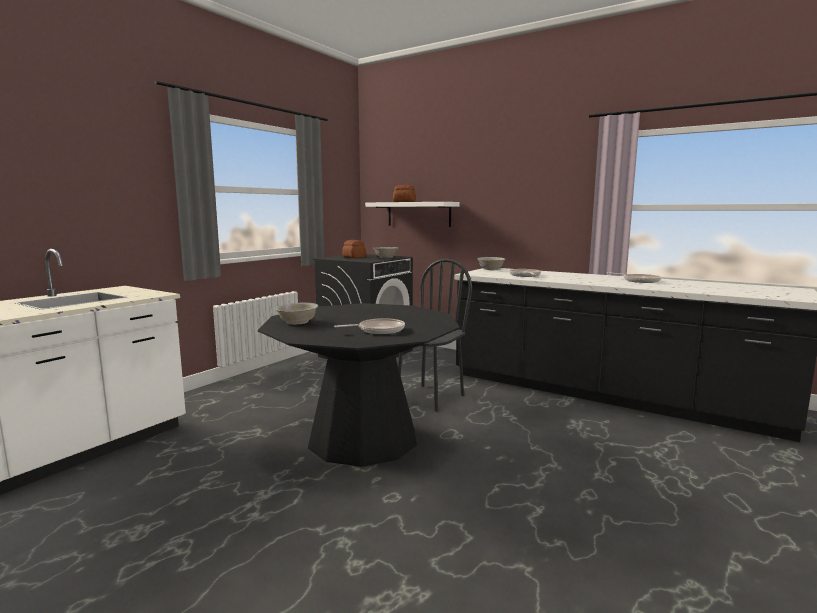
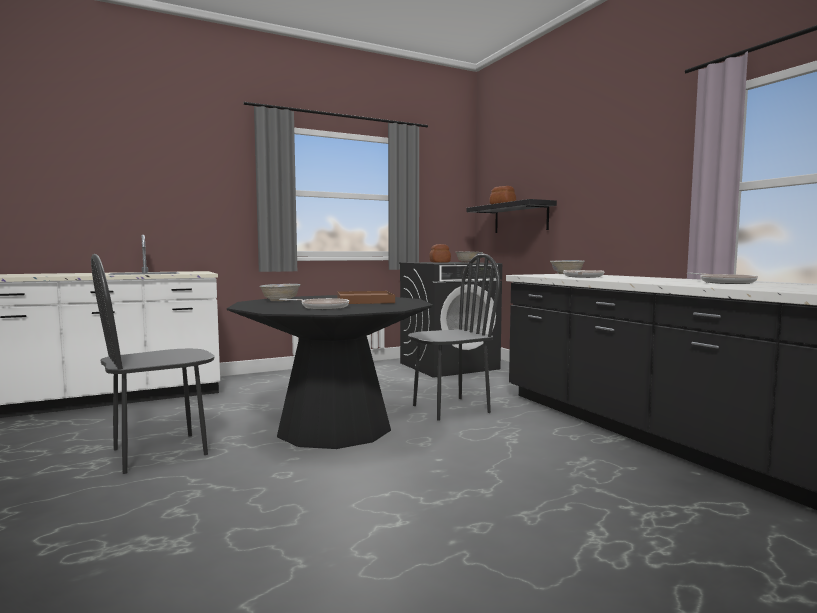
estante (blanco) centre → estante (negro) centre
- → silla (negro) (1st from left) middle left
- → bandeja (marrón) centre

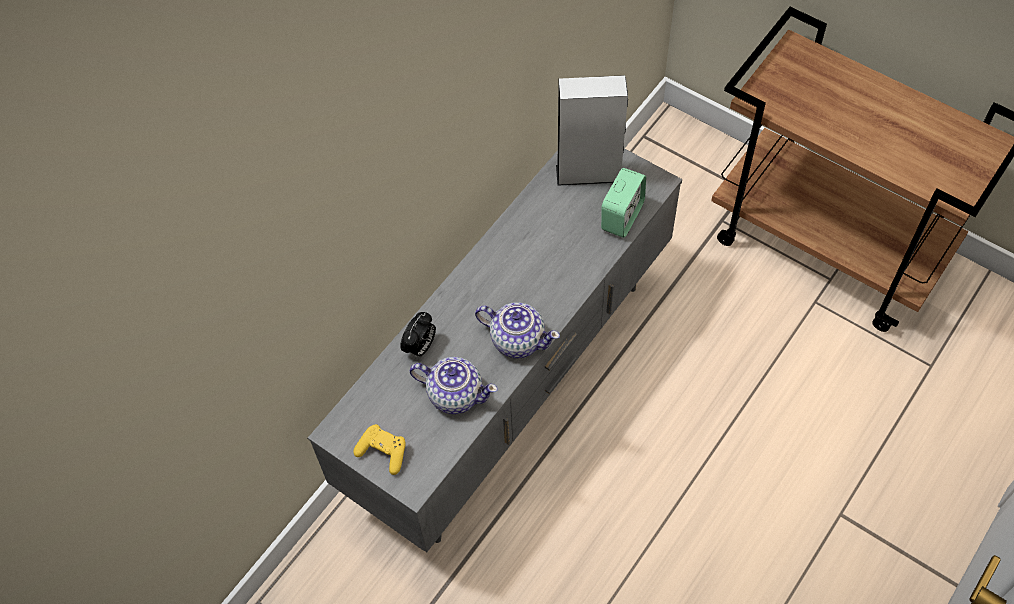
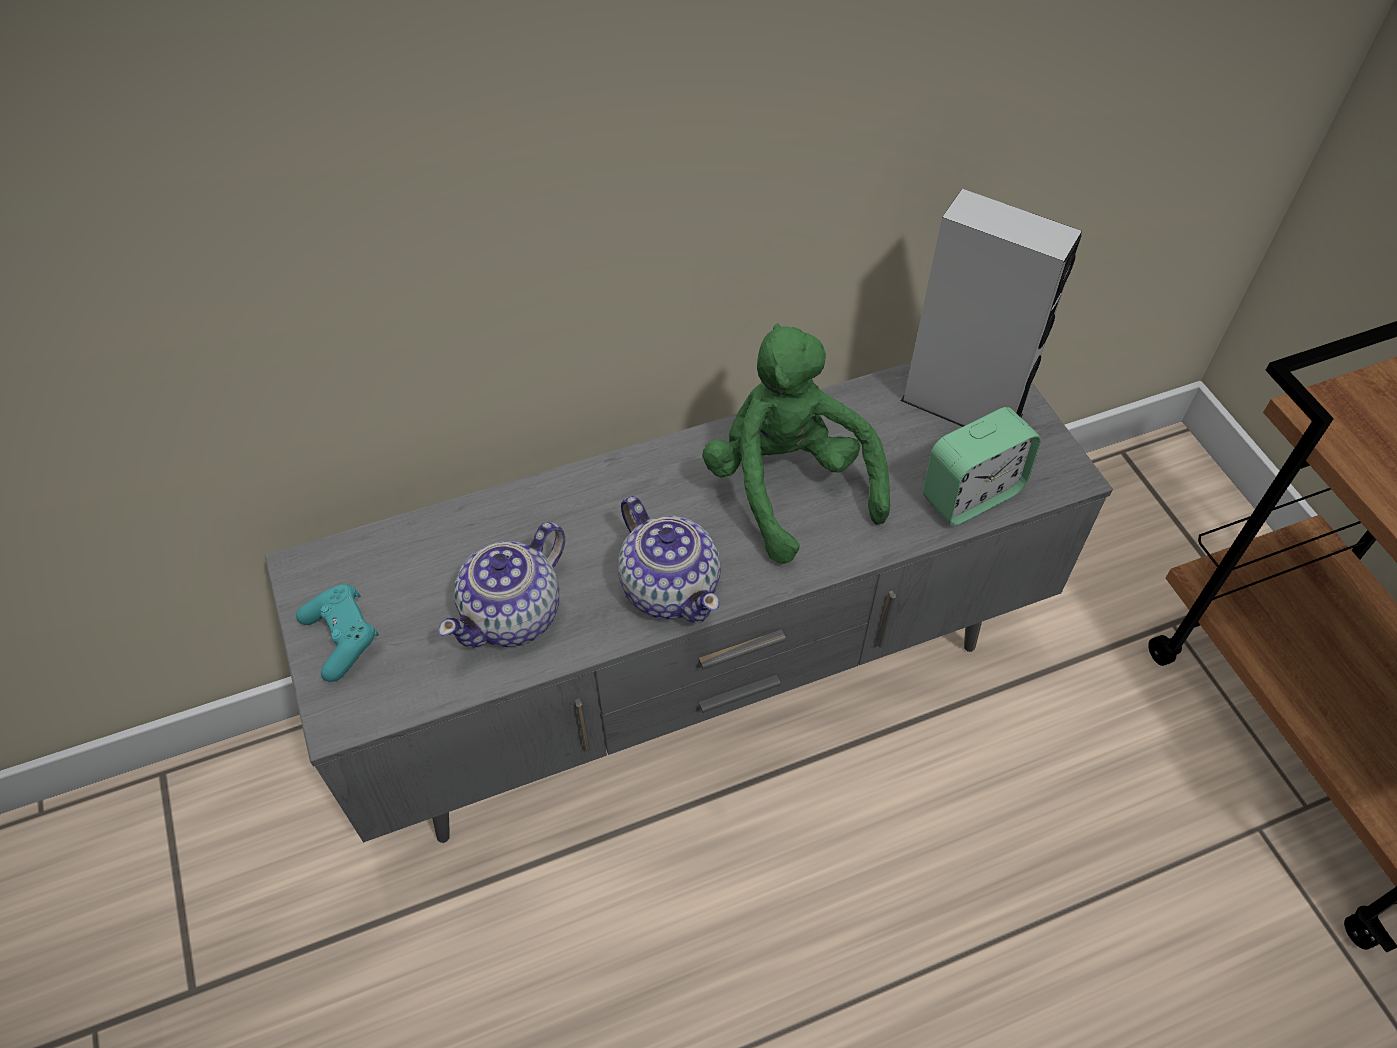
despertador (1st from left) centre → -
tetera (1st from left) centre, 75 degrees clockwise
mando de consola (amarillo) bottom centre → mando de consola (turquesa) middle left
- → peluche (verde) centre

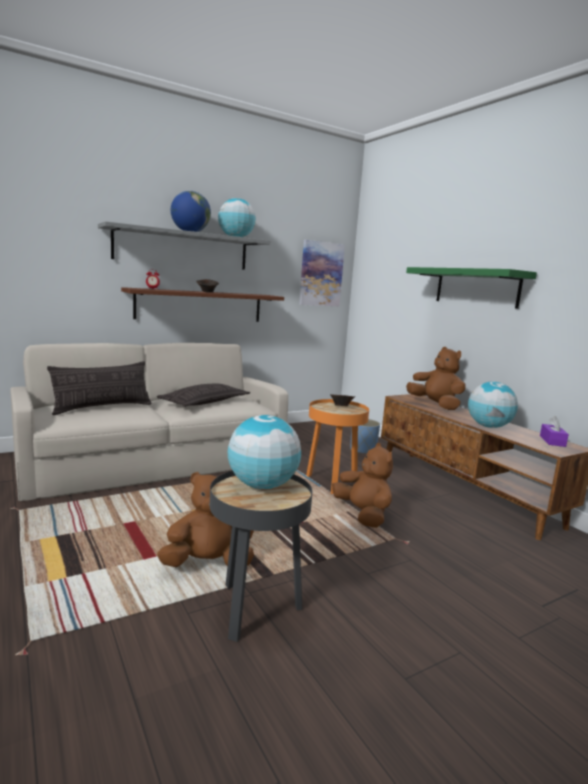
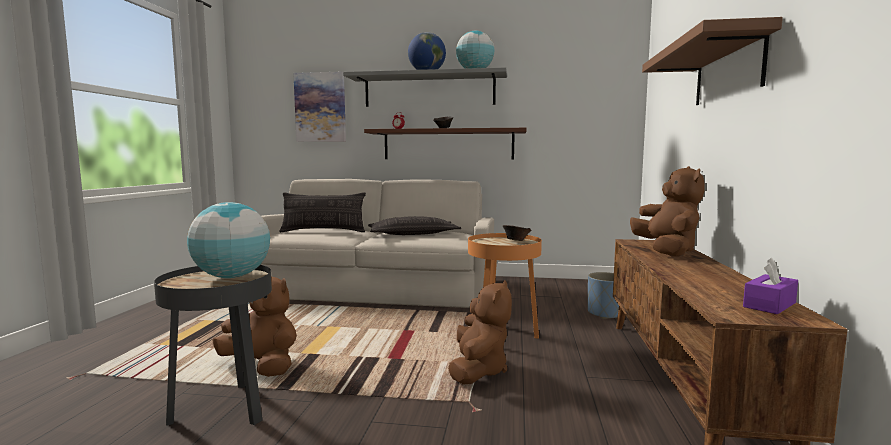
cuadro centre → cuadro top centre, move
estante (verde) middle right → estante (marrón) (2nd from left) top right
globo terráqueo (4th from left) middle right → -

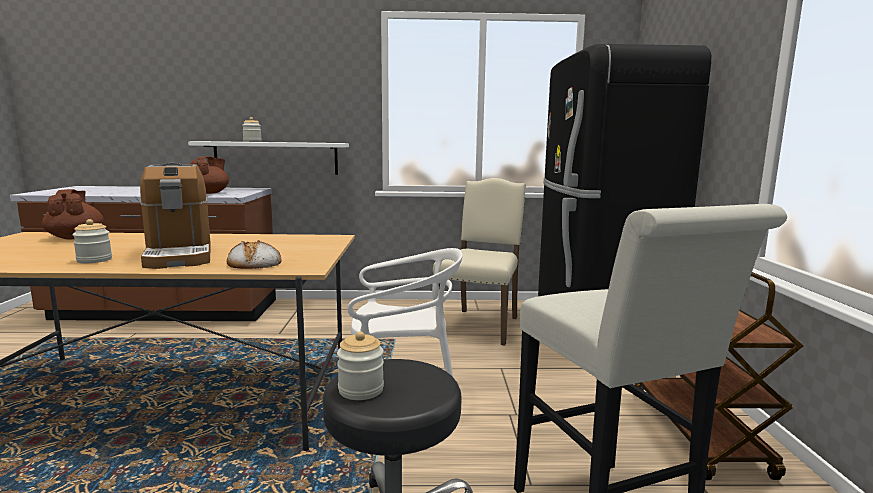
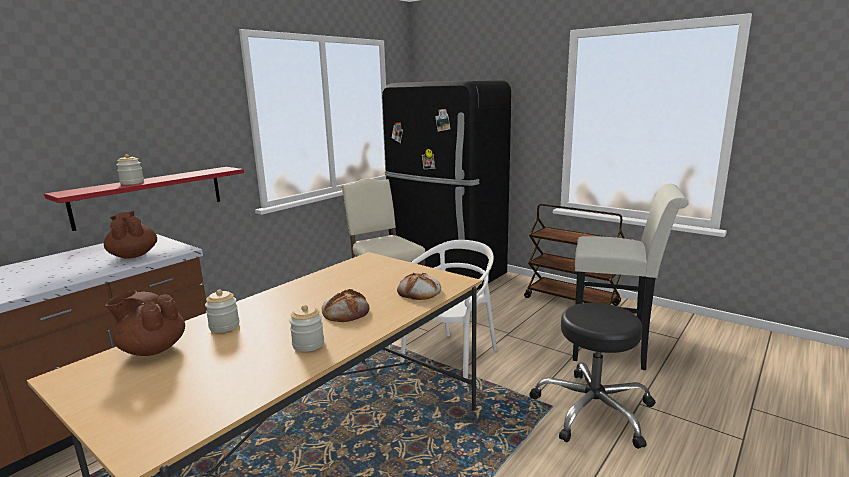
estante (blanco) top left → estante (rojo) middle left
cafetera middle left → pan (1st from left) centre
tarro (3rd from left in the first image) bottom centre → tarro (2nd from left) middle left, move

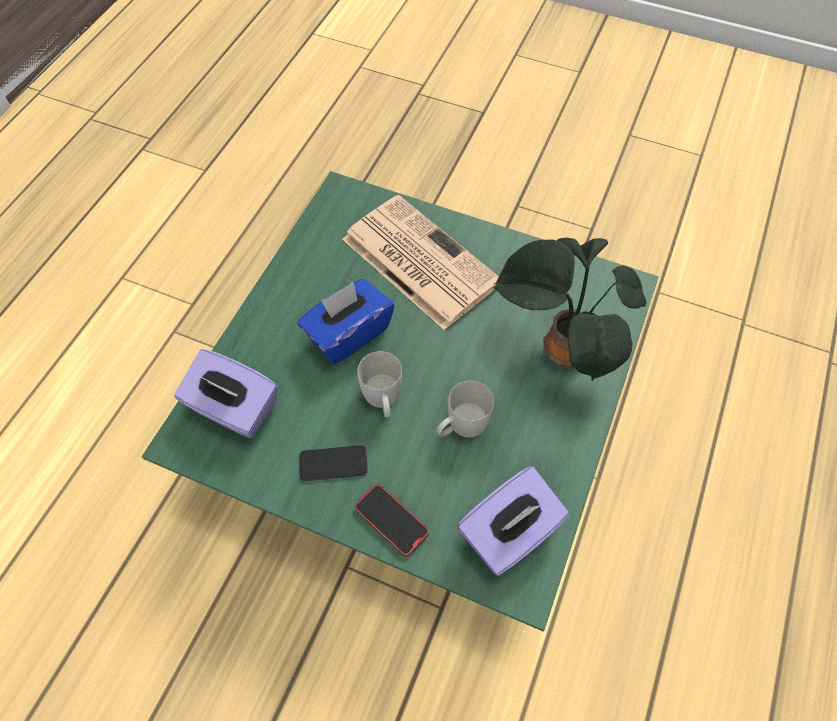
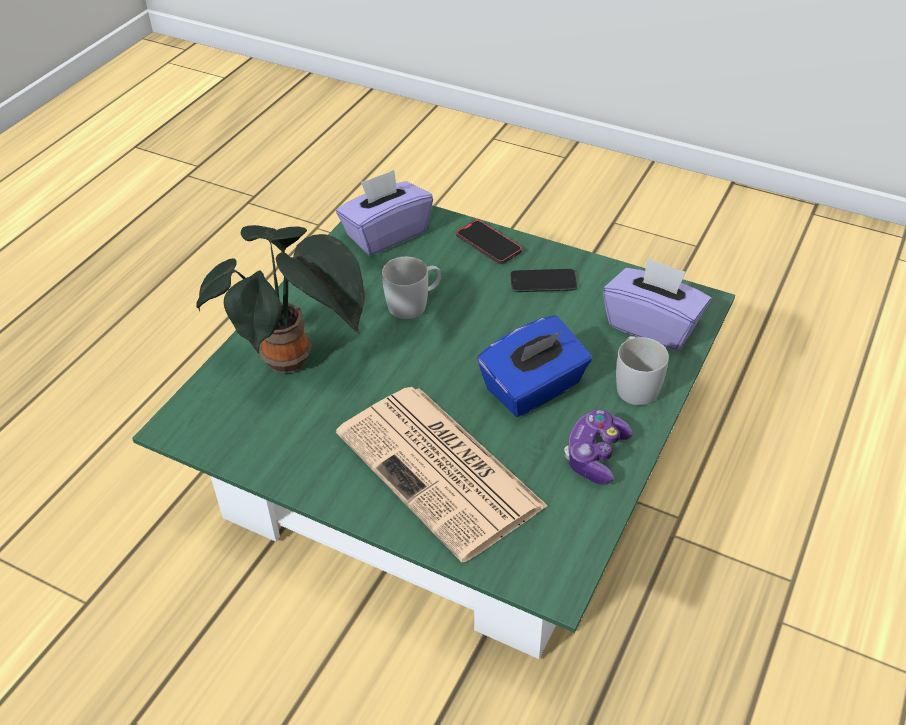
taza grande (blanco) (1st from left in the first image) centre → taza grande (blanco) (2nd from left) middle right, move
- → mando de consola centre

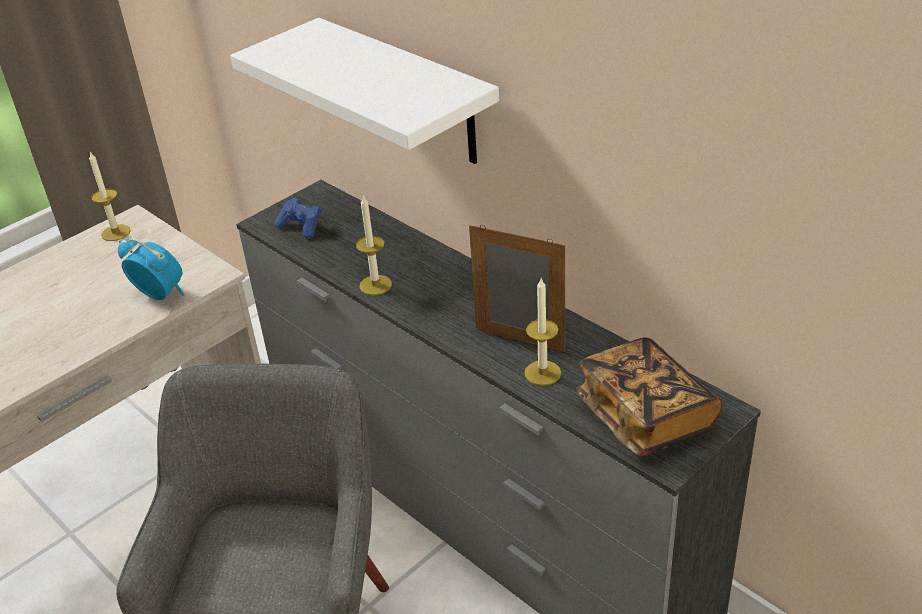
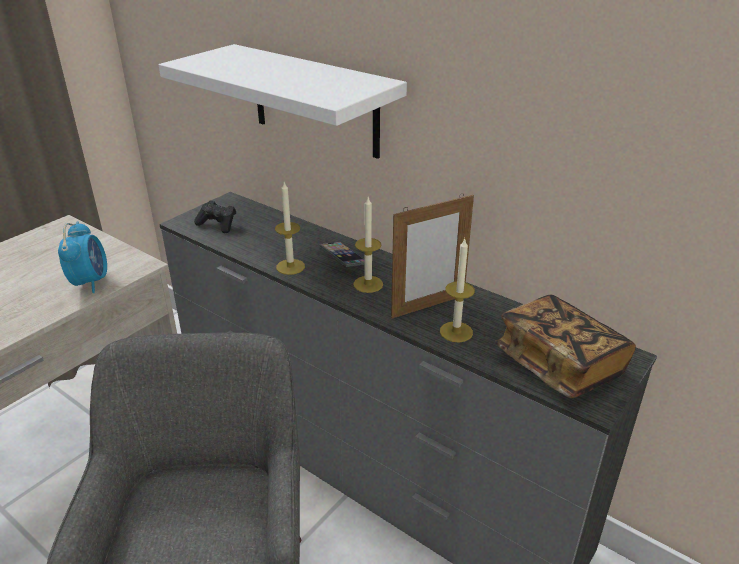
vela (1st from left in the first image) top left → vela (2nd from left) centre, move
mando de consola (azul) middle left → mando de consola (negro) middle left
portarretratos centre, 135 degrees clockwise
despertador middle left, 60 degrees clockwise
- → móvil centre

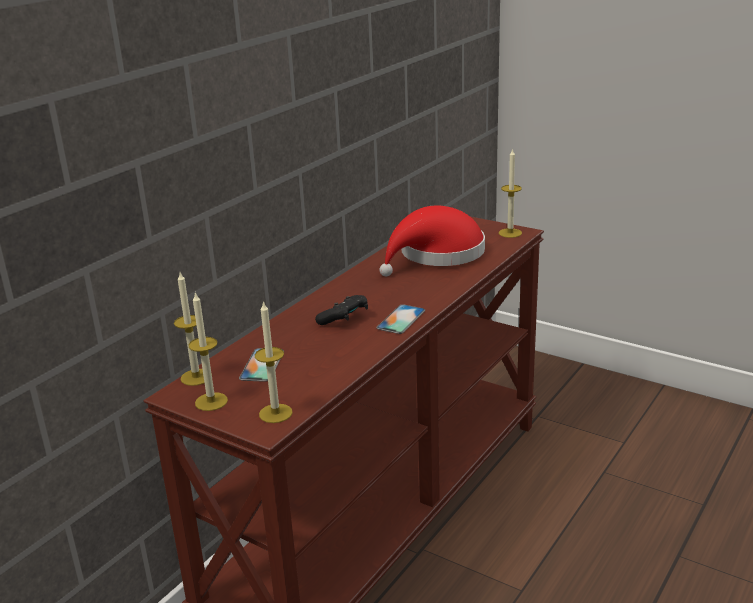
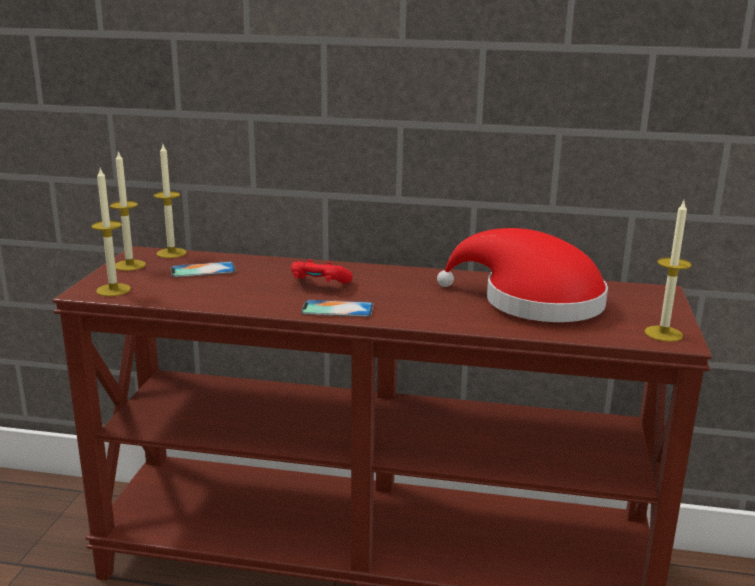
mando de consola (negro) centre → mando de consola (rojo) centre

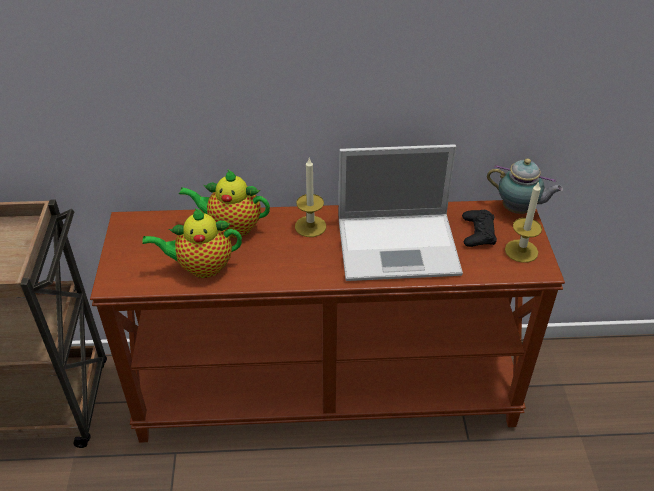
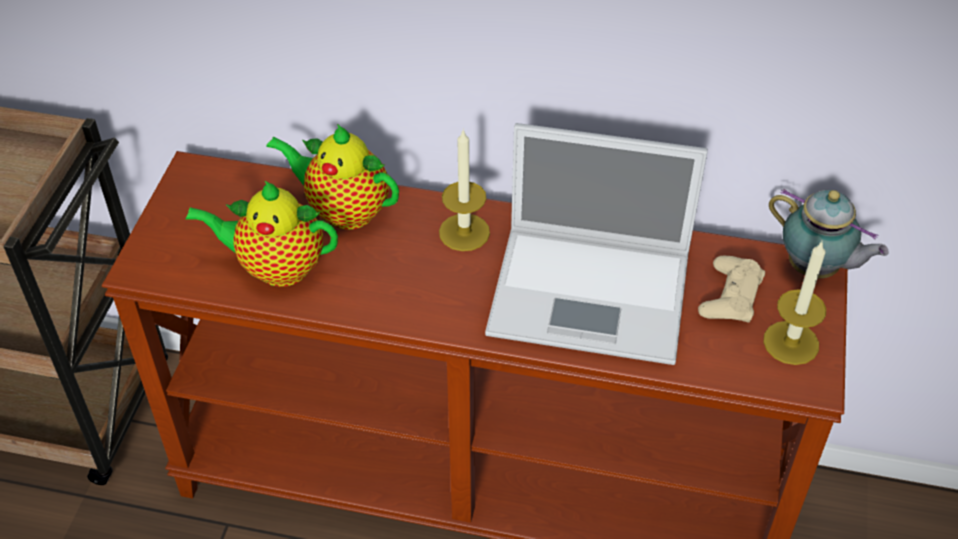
mando de consola (negro) middle right → mando de consola (beis) middle right

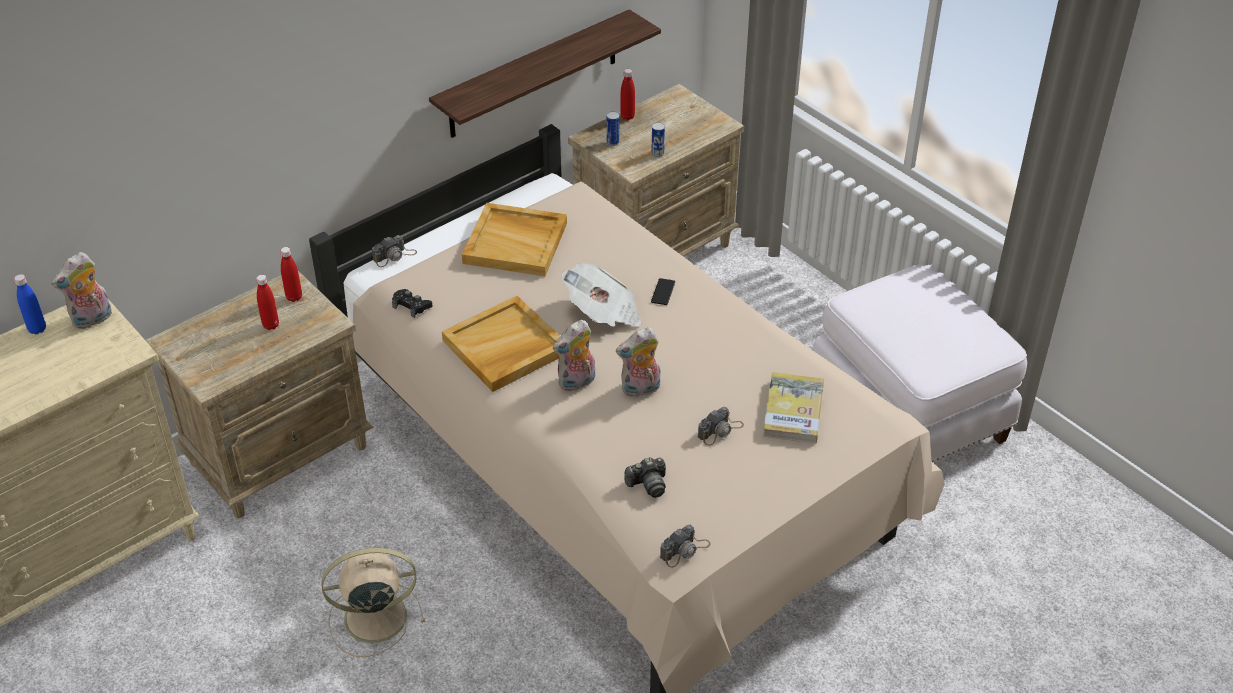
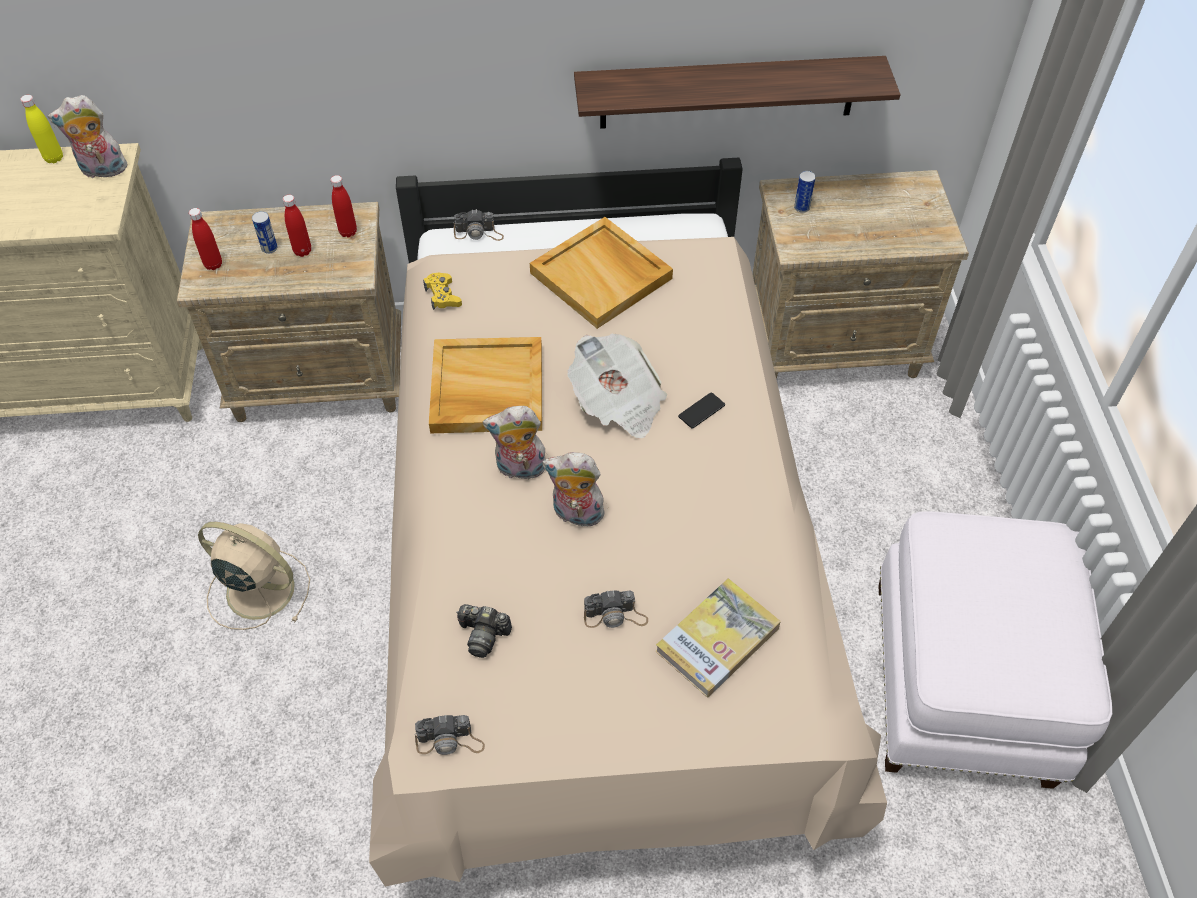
botella (rojo) (3rd from left in the first image) top centre → botella (rojo) (1st from left) top left, move
lata (2nd from left in the first image) top centre → lata (1st from left) top left, move
botella (azul) middle left → botella (amarillo) top left
mando de consola (negro) centre → mando de consola (amarillo) top centre

